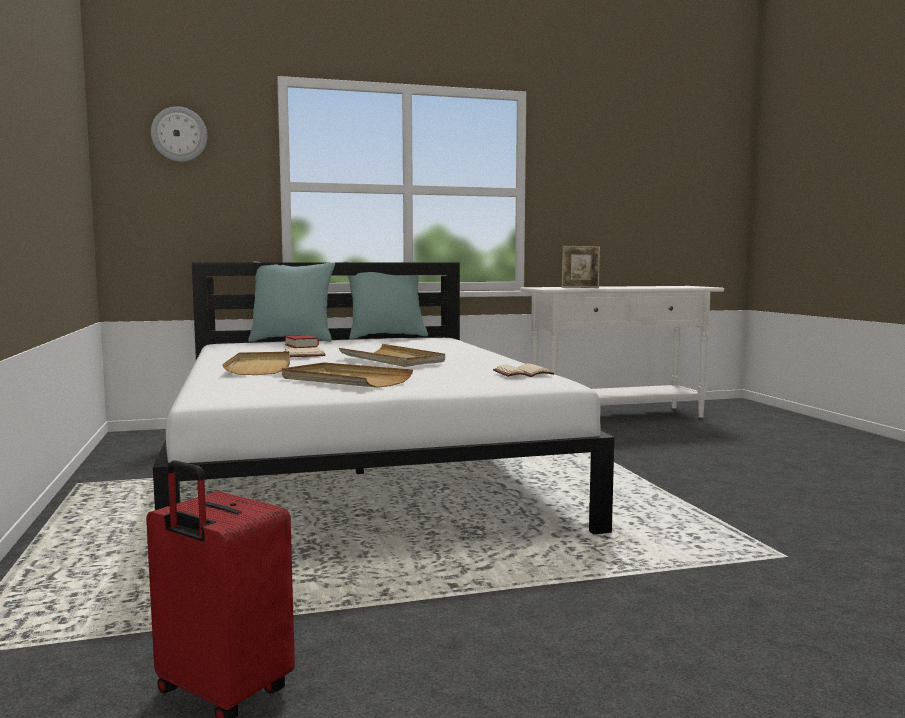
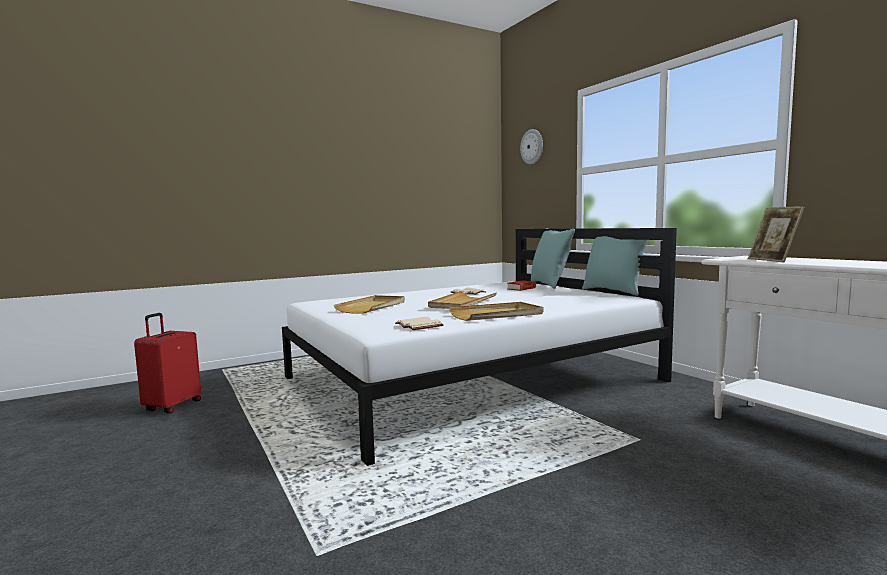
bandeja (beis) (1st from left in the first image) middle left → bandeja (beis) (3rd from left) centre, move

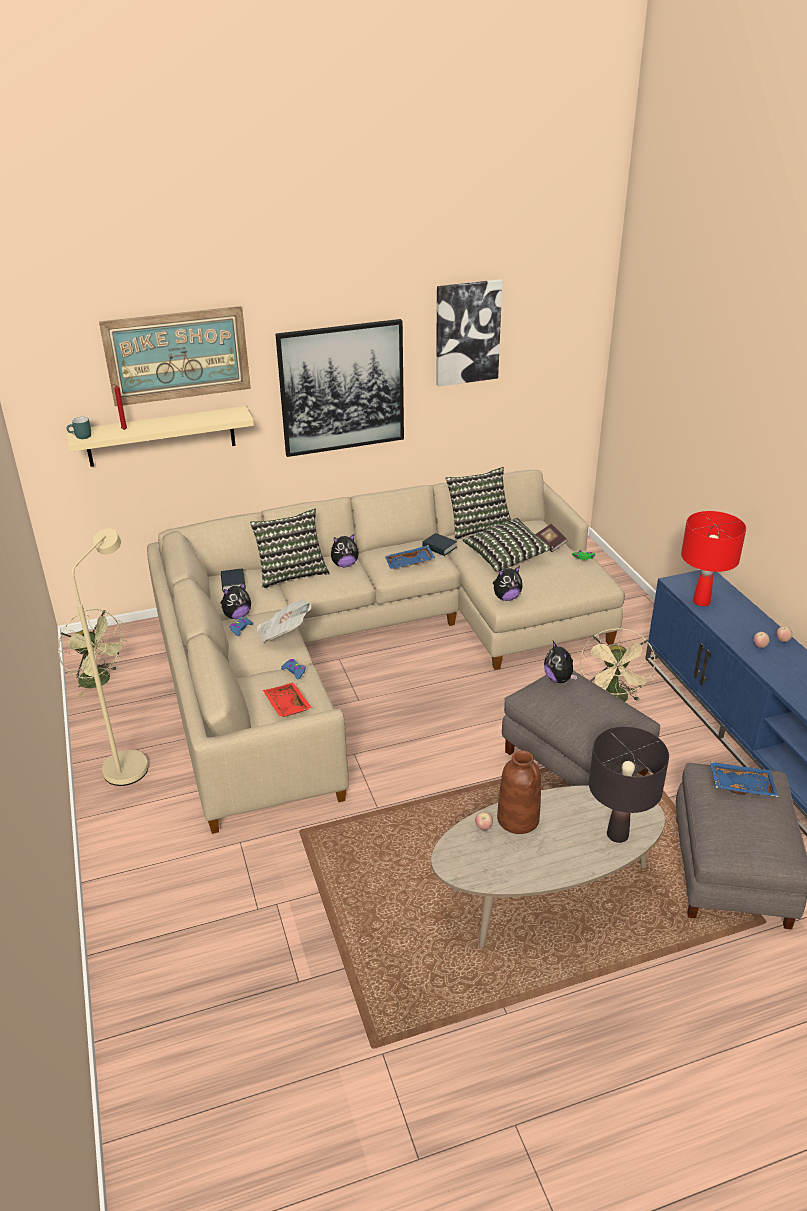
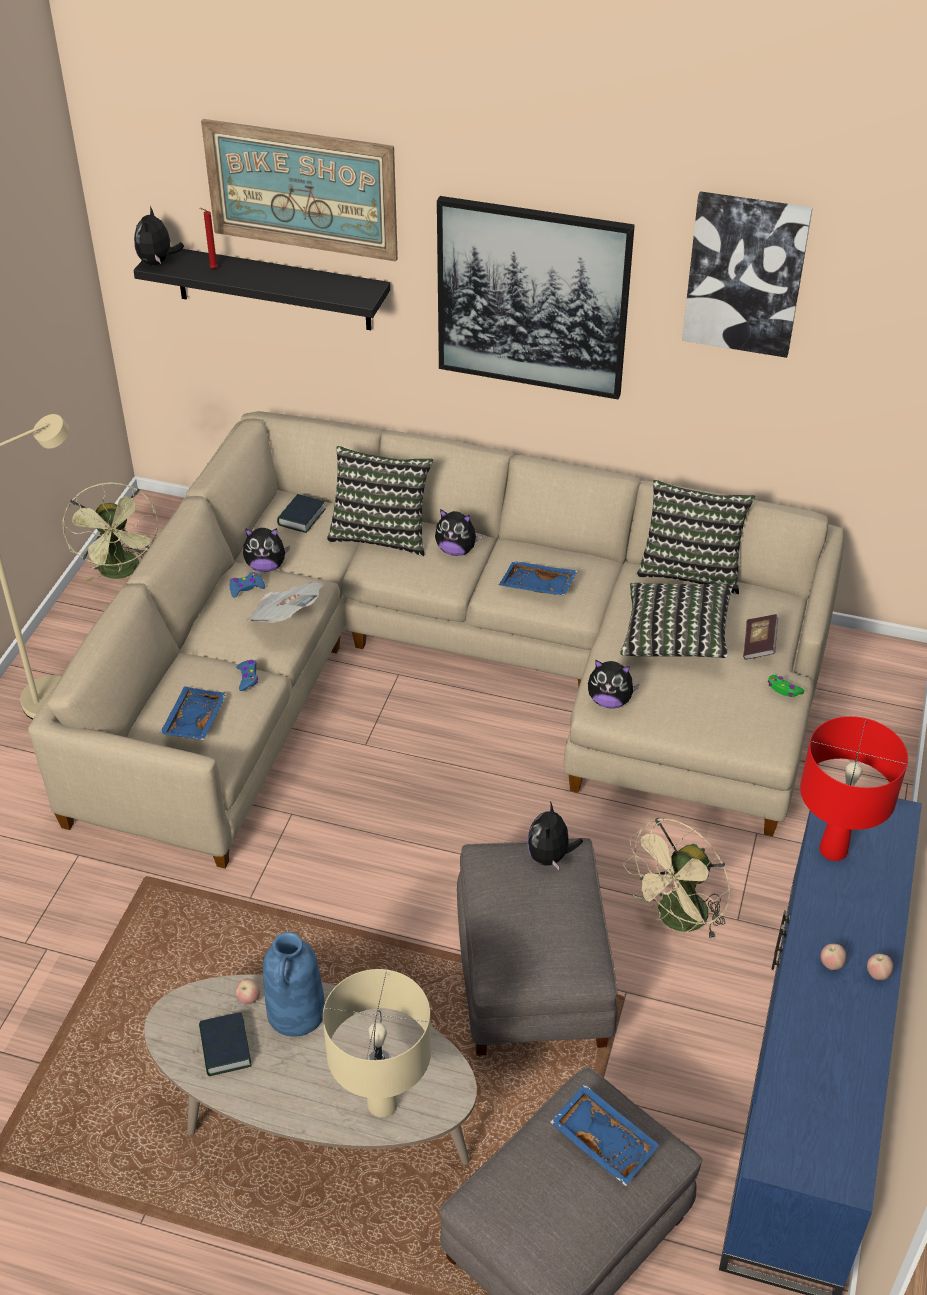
estante (beis) middle left → estante (negro) top left
taza grande (turquesa) middle left → peluche (1st from left) top left
libro (2nd from left in the first image) centre → libro (1st from left) bottom left, move
bandeja (rojo) centre → bandeja (azul) (1st from left) middle left
lámpara de mesa (negro) middle right → lámpara de mesa (beis) bottom centre
florero (marrón) centre → florero (azul) bottom left

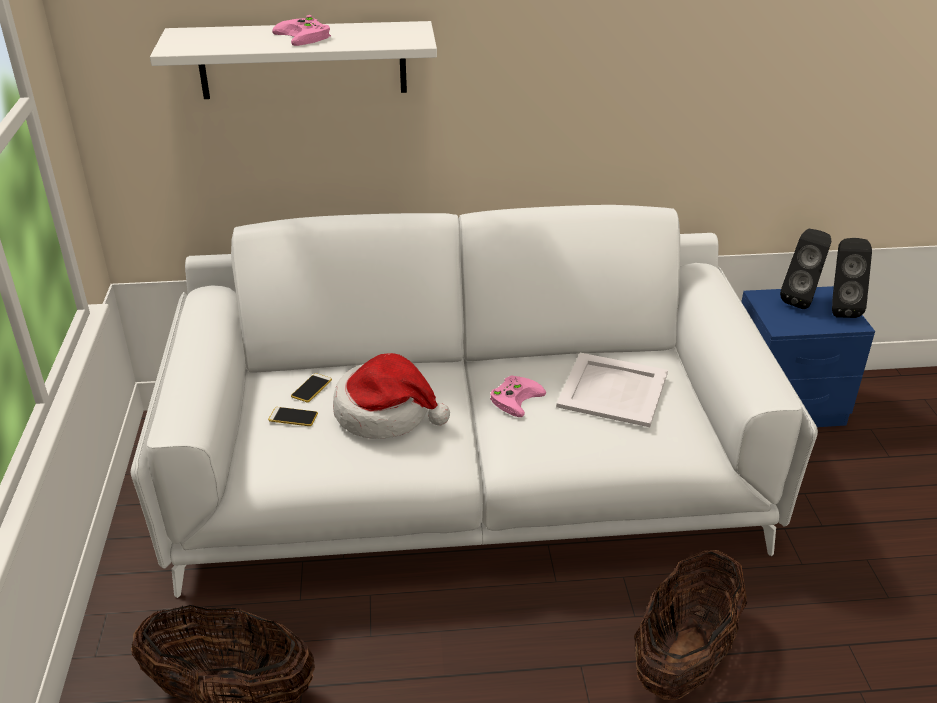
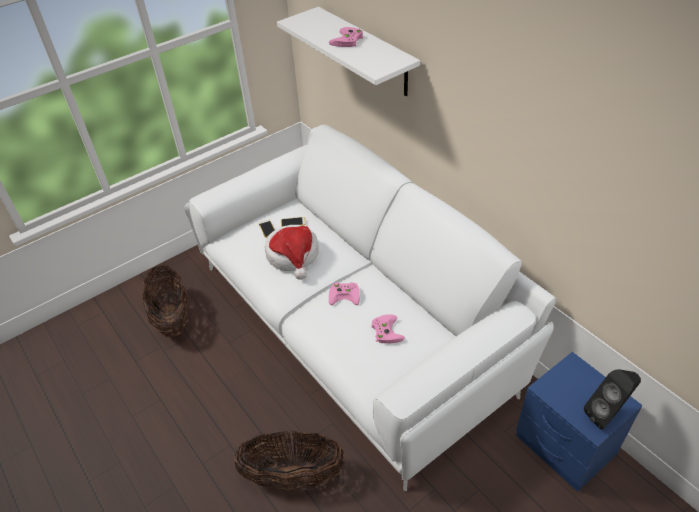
altavoz (negro) (1st from left) middle right → -
bandeja (blanco) centre → mando de consola (rosa) (3rd from left) centre

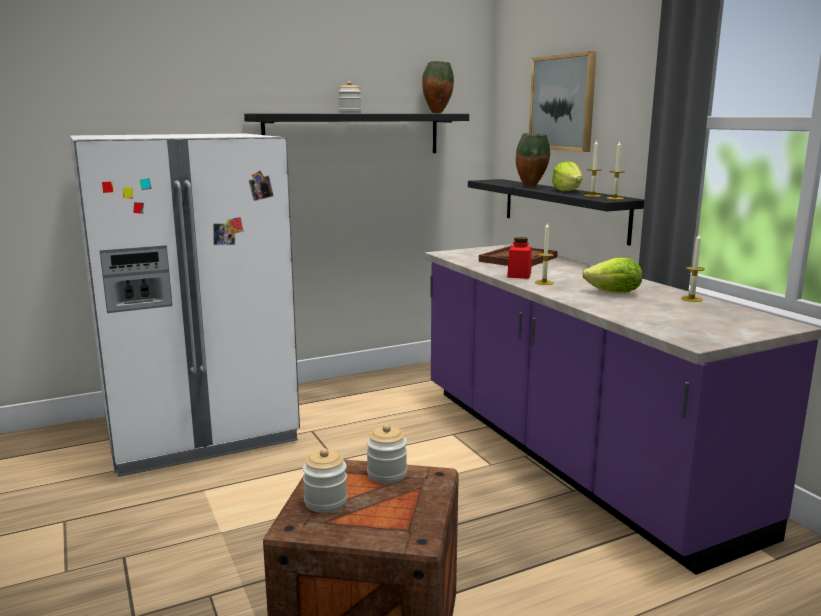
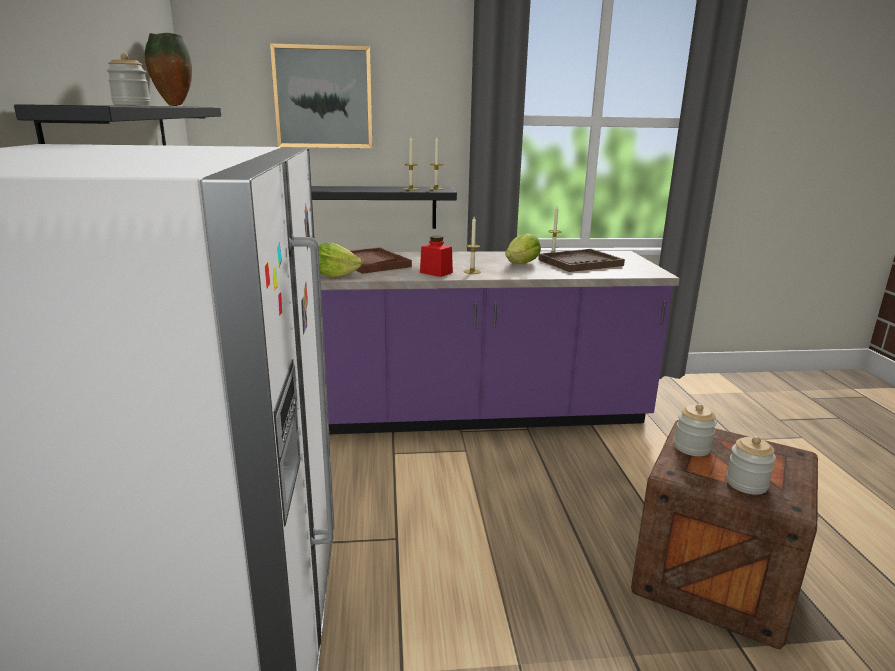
florero (2nd from left) top centre → -
lechuga (1st from left) top right → lechuga (1st from left) centre, move
- → bandeja (marrón) (2nd from left) centre

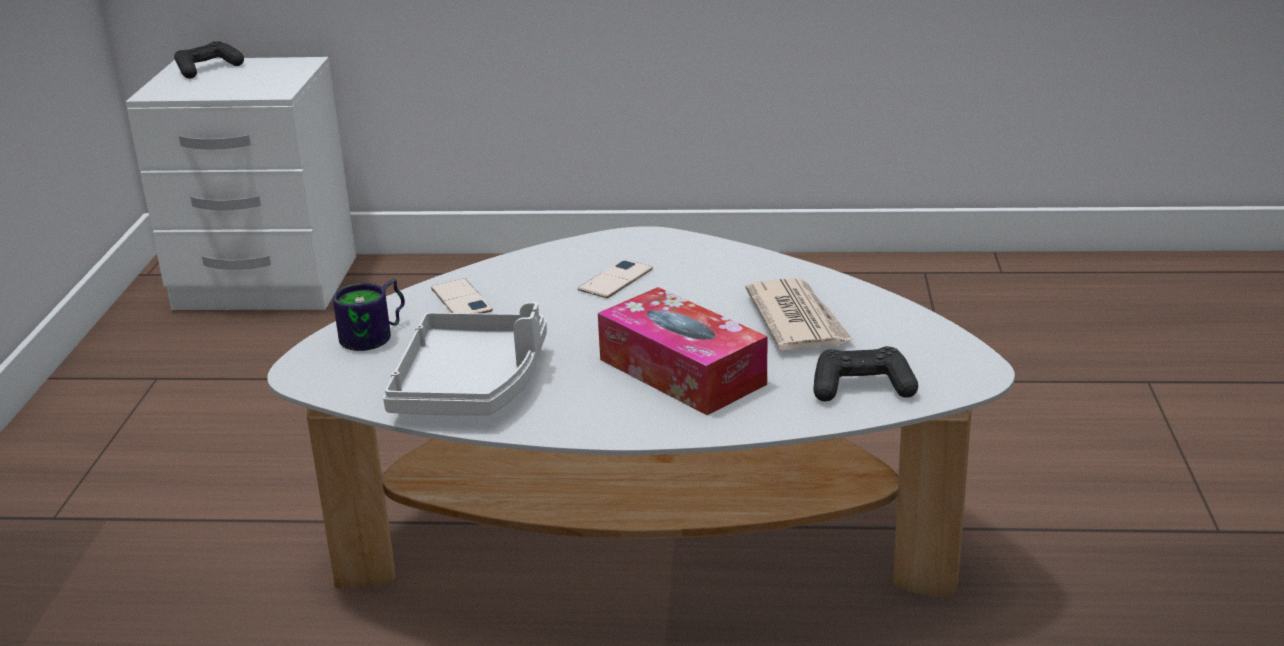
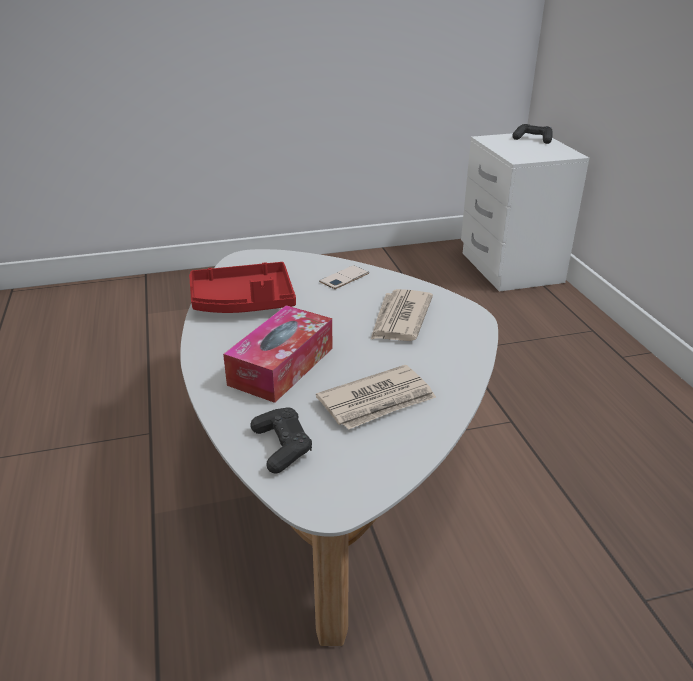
móvil (2nd from left) centre → periódico (2nd from left) centre
taza grande middle left → -
bandeja (gris) centre → bandeja (rojo) centre

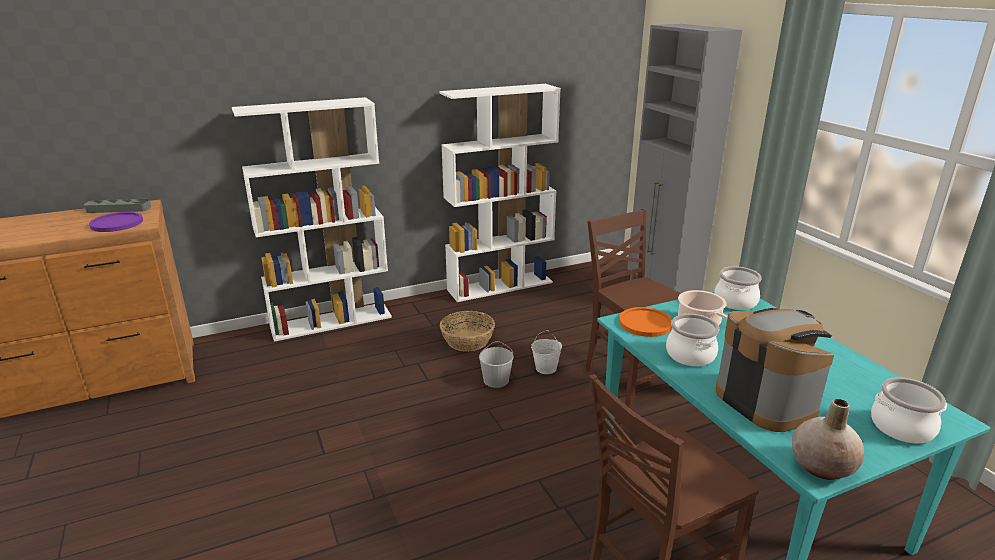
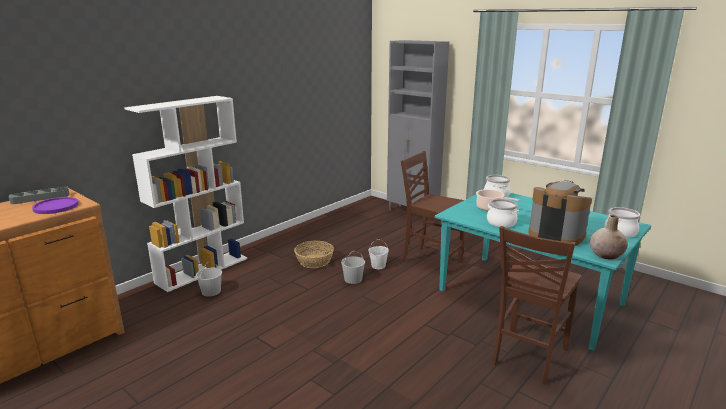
estantería (blanco) (2nd from left) centre → -
plato (naranja) centre → -
- → cubo (blanco) (1st from left) bottom left

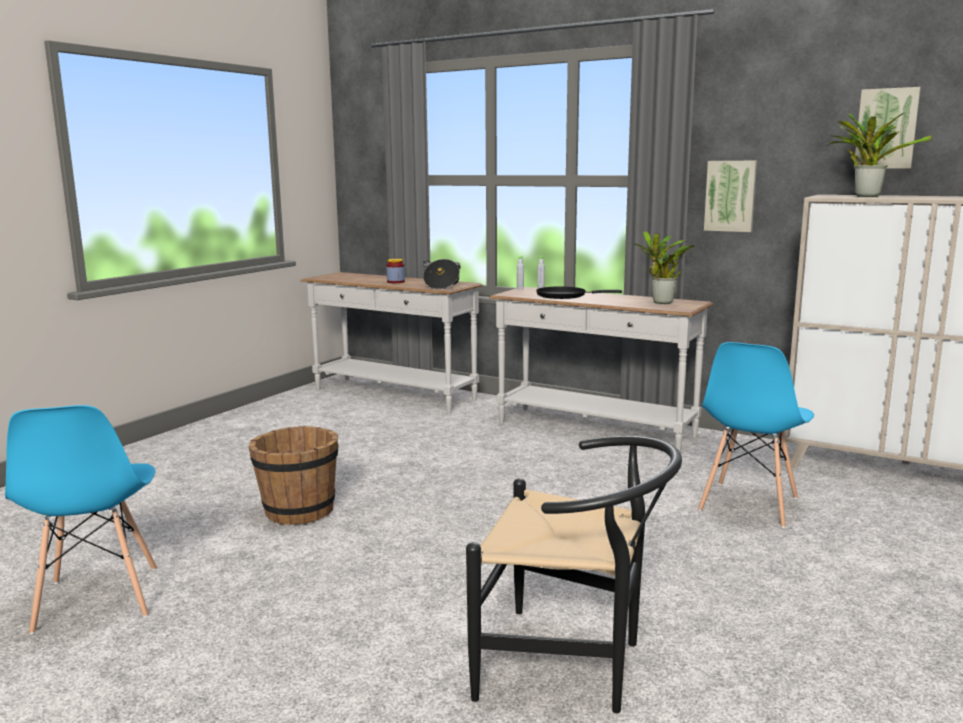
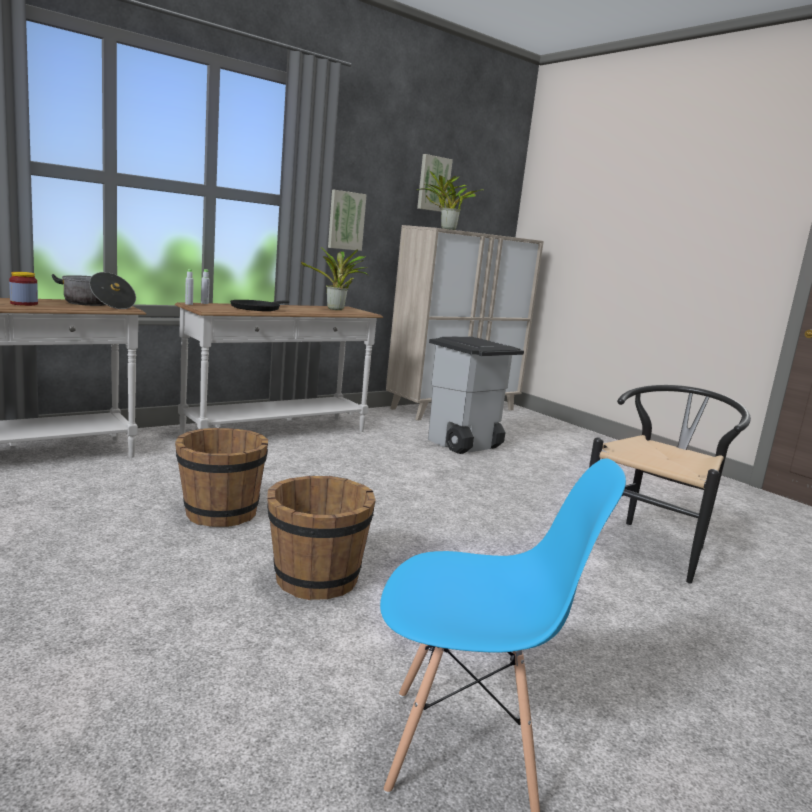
silla (azul) (2nd from left) middle right → papelera (gris) centre
- → cubo (marrón) (1st from left) middle left

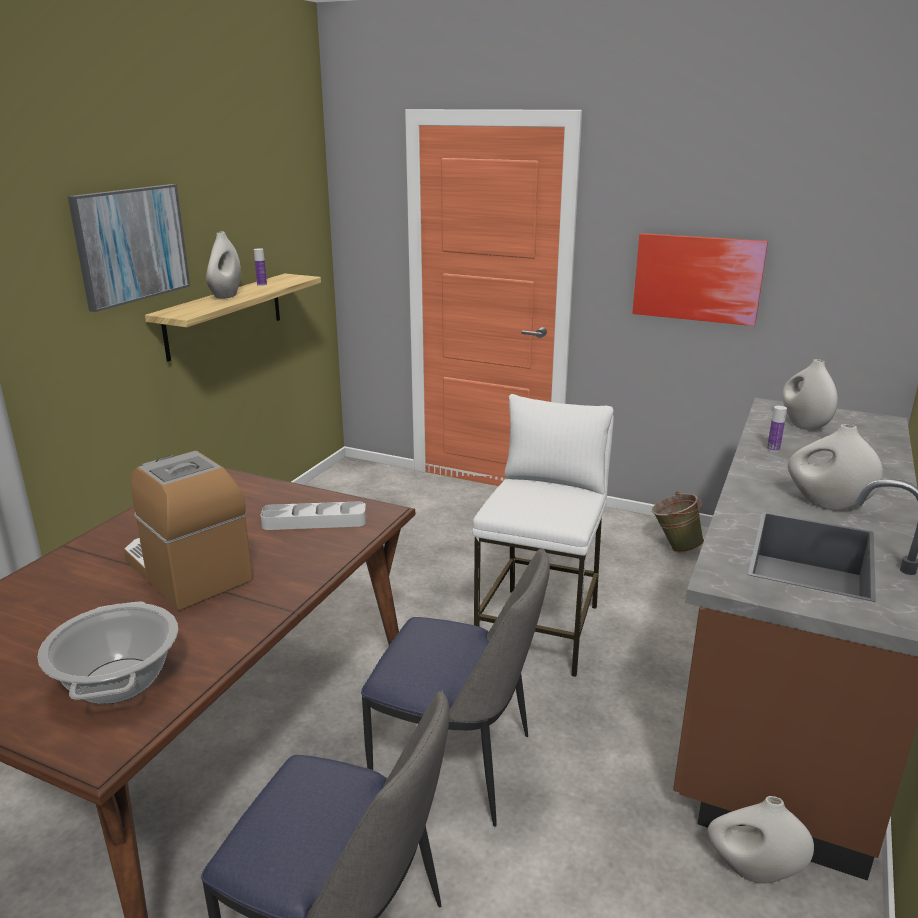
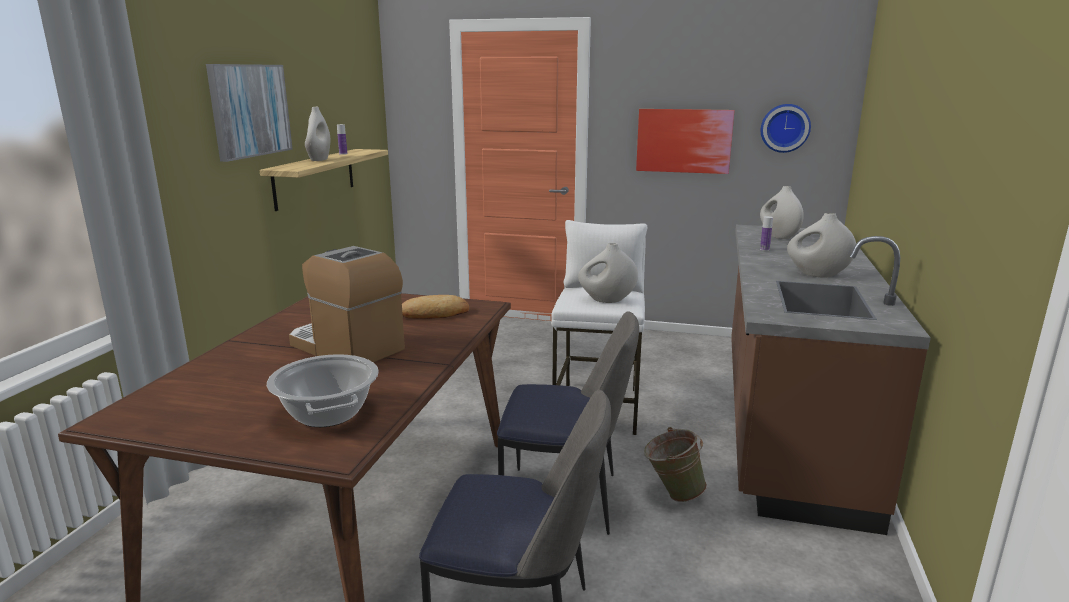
cubo (verde) middle right → cubo (verde) bottom centre, move
bandeja (gris) centre → pan centre
florero (blanco) (2nd from left) bottom right → florero (blanco) (2nd from left) centre, move
- → reloj de pared top right

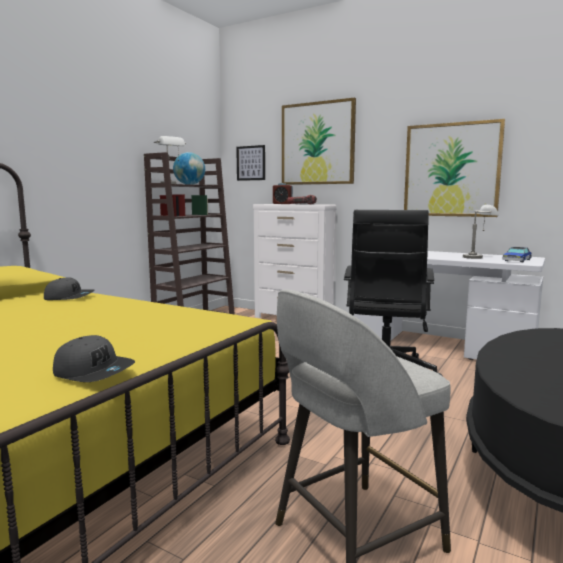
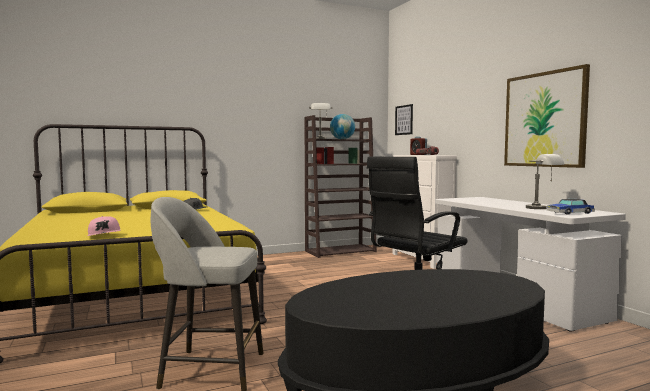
cuadro (2nd from left) top centre → -
gorra (gris) (2nd from left) middle left → gorra (rosa) middle left

